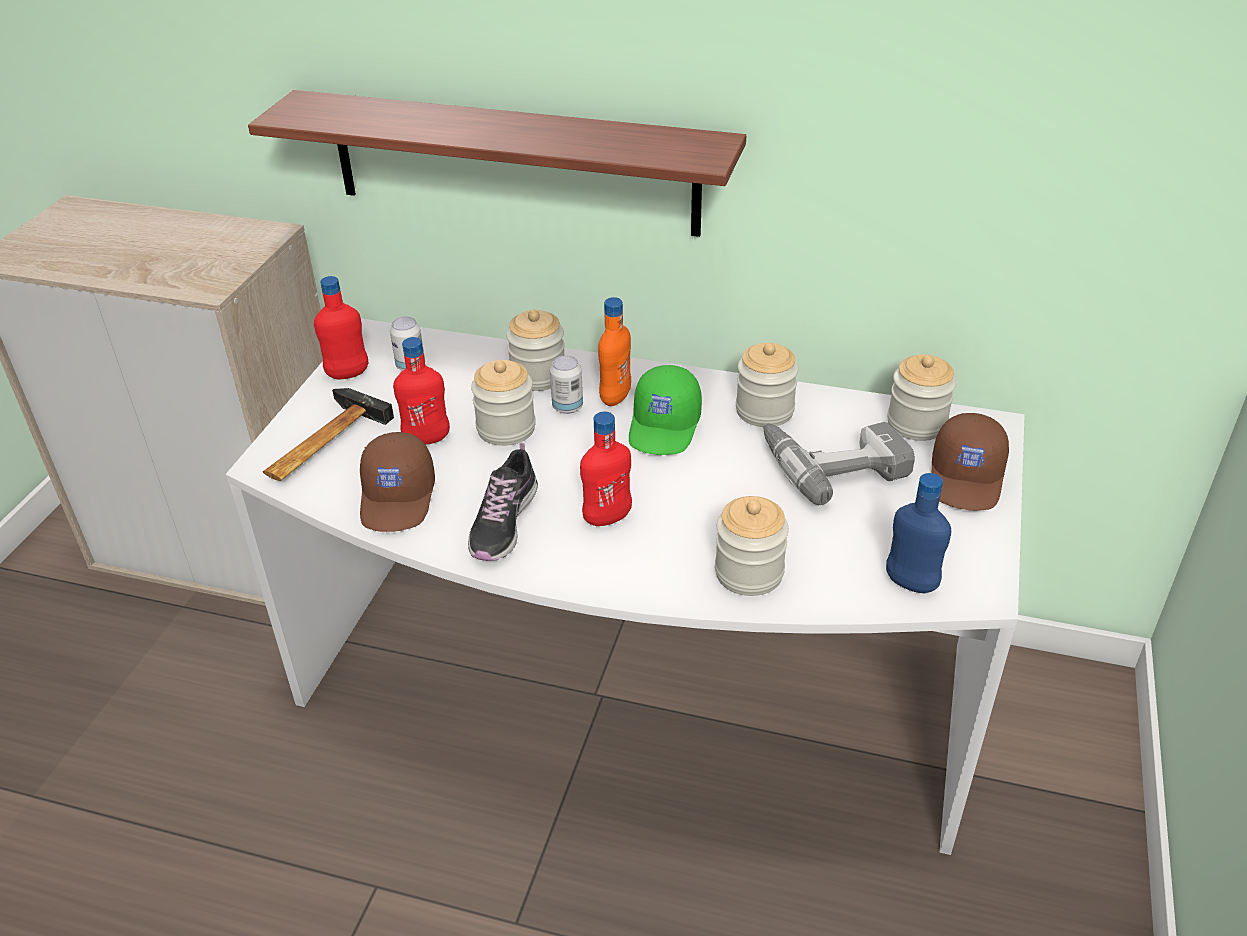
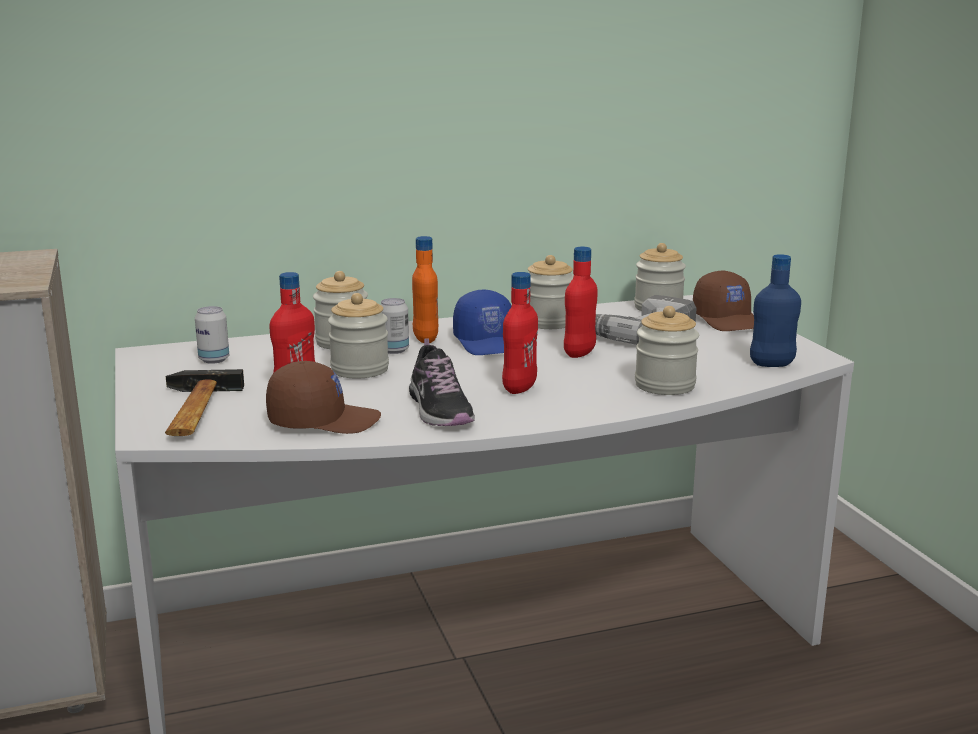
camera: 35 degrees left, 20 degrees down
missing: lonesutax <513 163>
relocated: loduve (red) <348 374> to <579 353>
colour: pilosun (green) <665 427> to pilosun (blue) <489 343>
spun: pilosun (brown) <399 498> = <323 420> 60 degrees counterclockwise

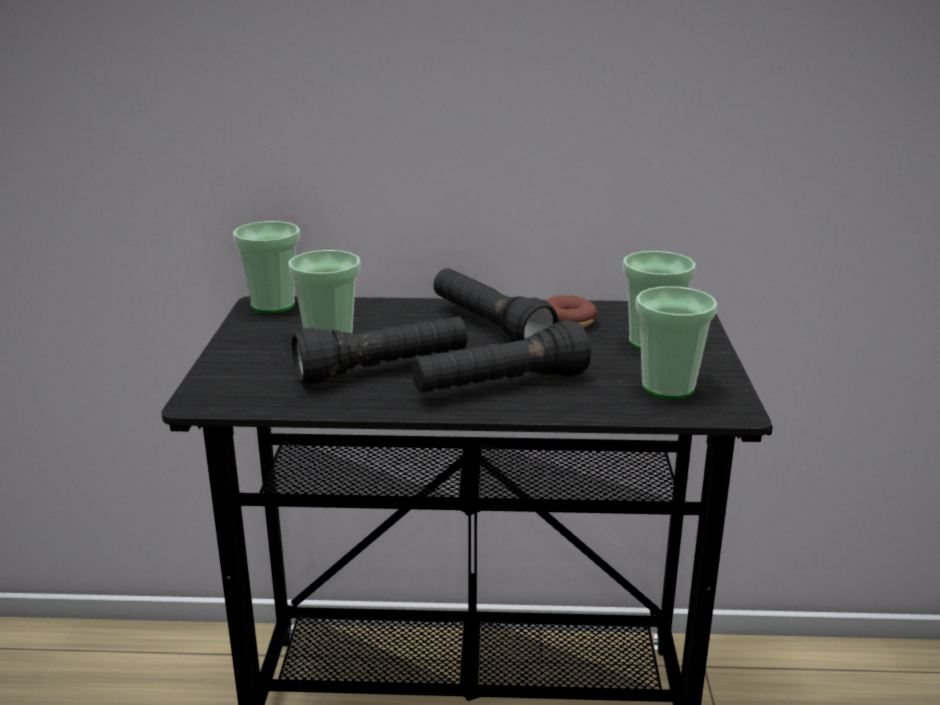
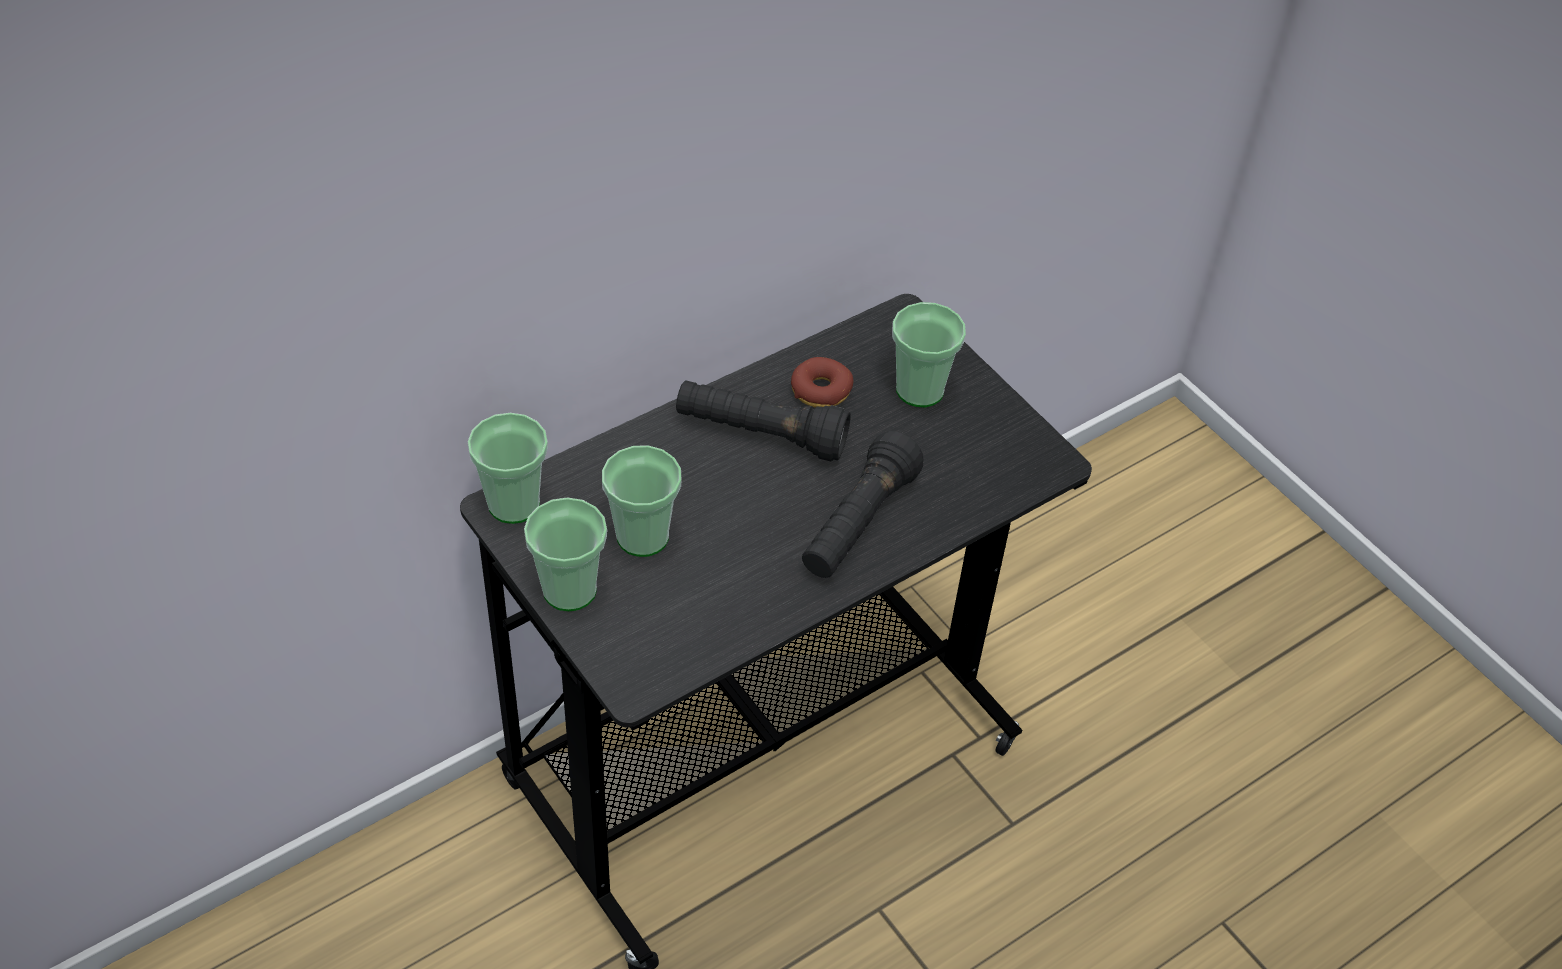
camera: 40 degrees left, 25 degrees up
missing: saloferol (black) <383 370>
relocated: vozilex <668 387> to <569 590>

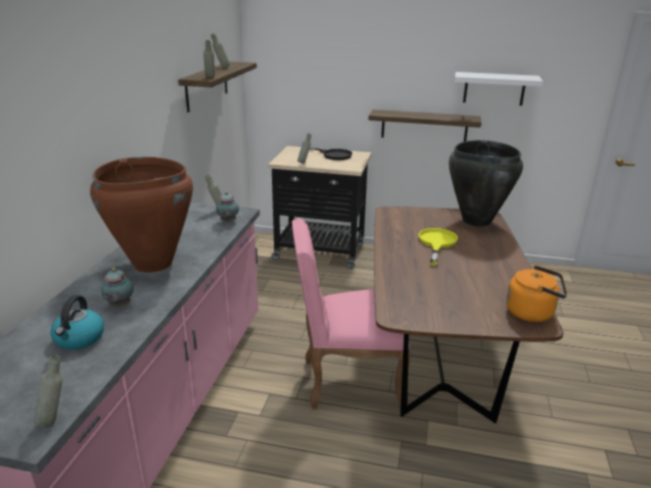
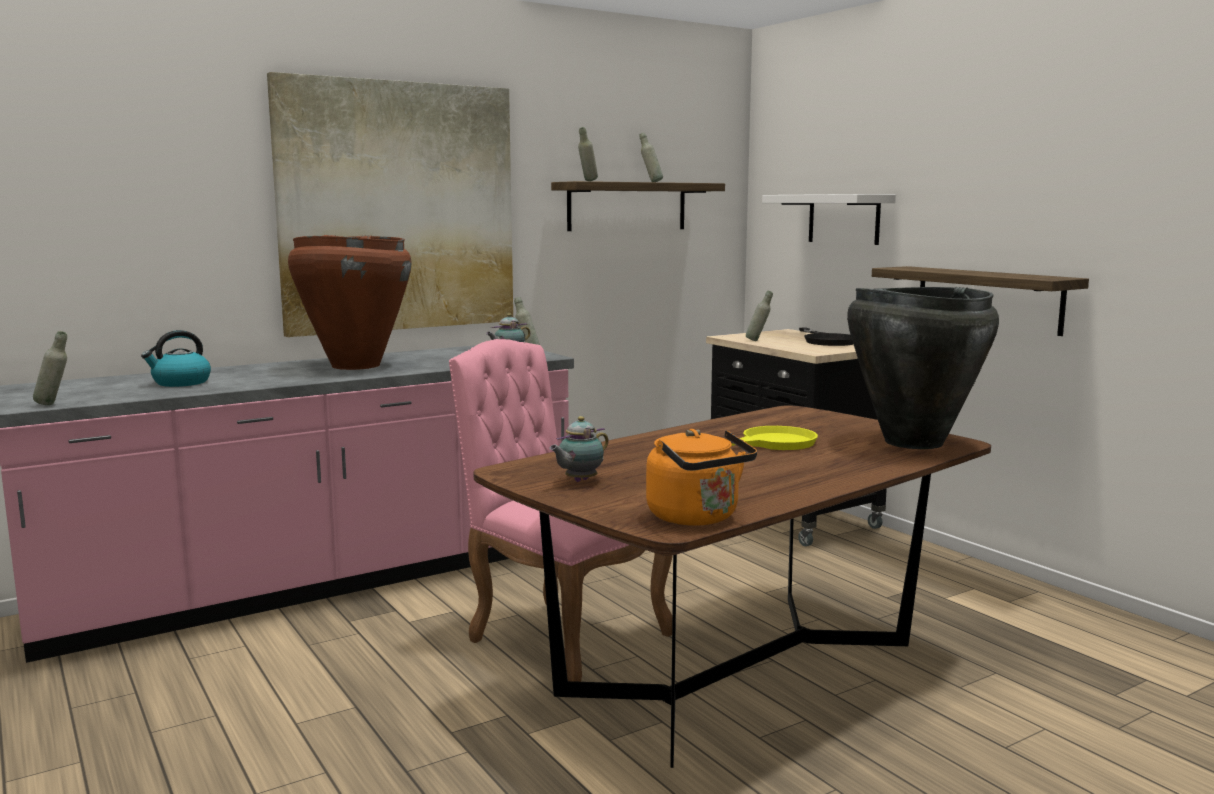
camera: 45 degrees right, 15 degrees down
appeared: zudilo <398 207>
relocated: lonesutax (white) <494 88> to <843 219>; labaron <119 306> to <579 481>

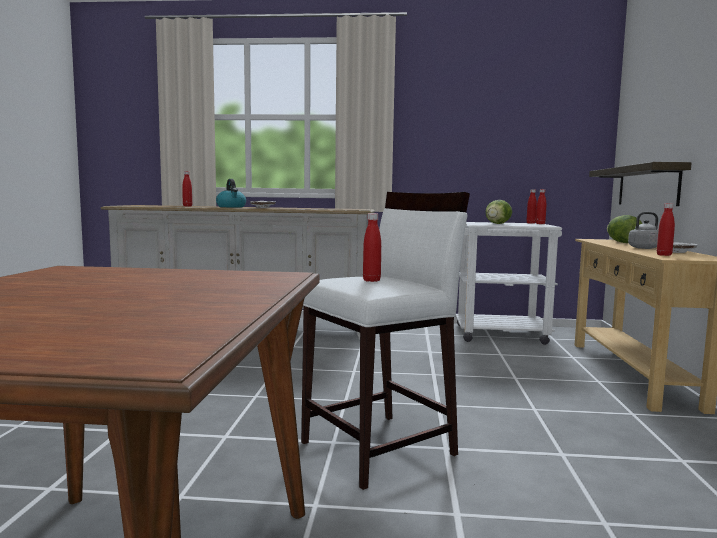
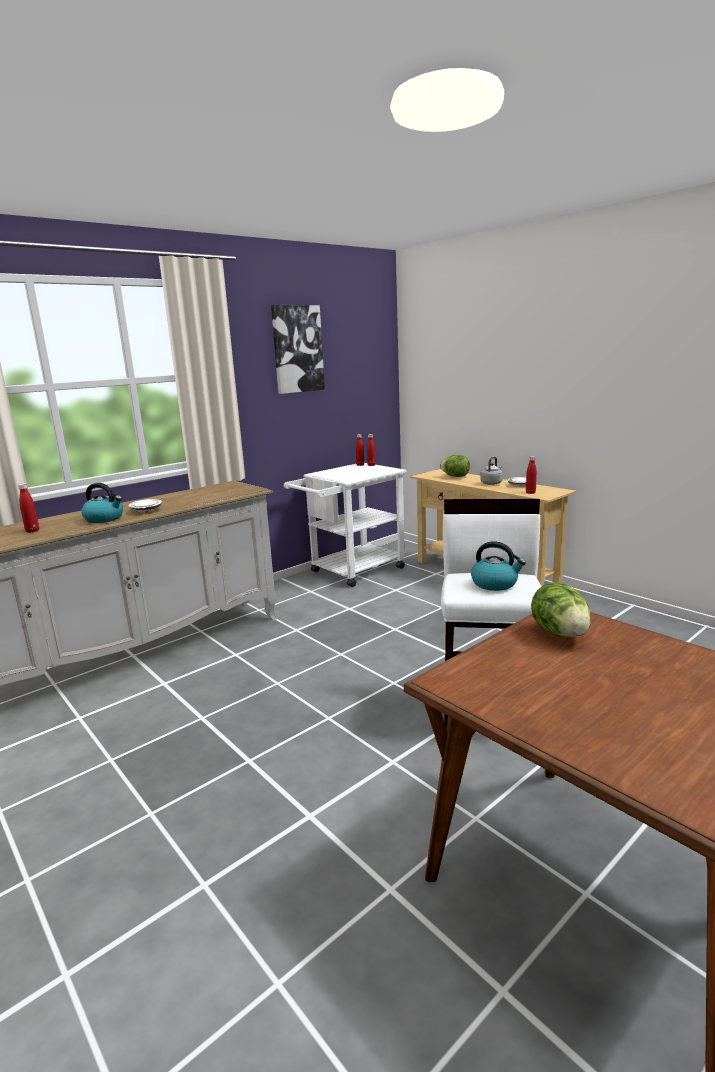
camera: 45 degrees left, 10 degrees up
missing: lonesutax <647 186>
appeared: zudilo <297 349>
relocated: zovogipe <497 224> to <560 633>
exchanged: loduve (red) <371 280> to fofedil <495 583>

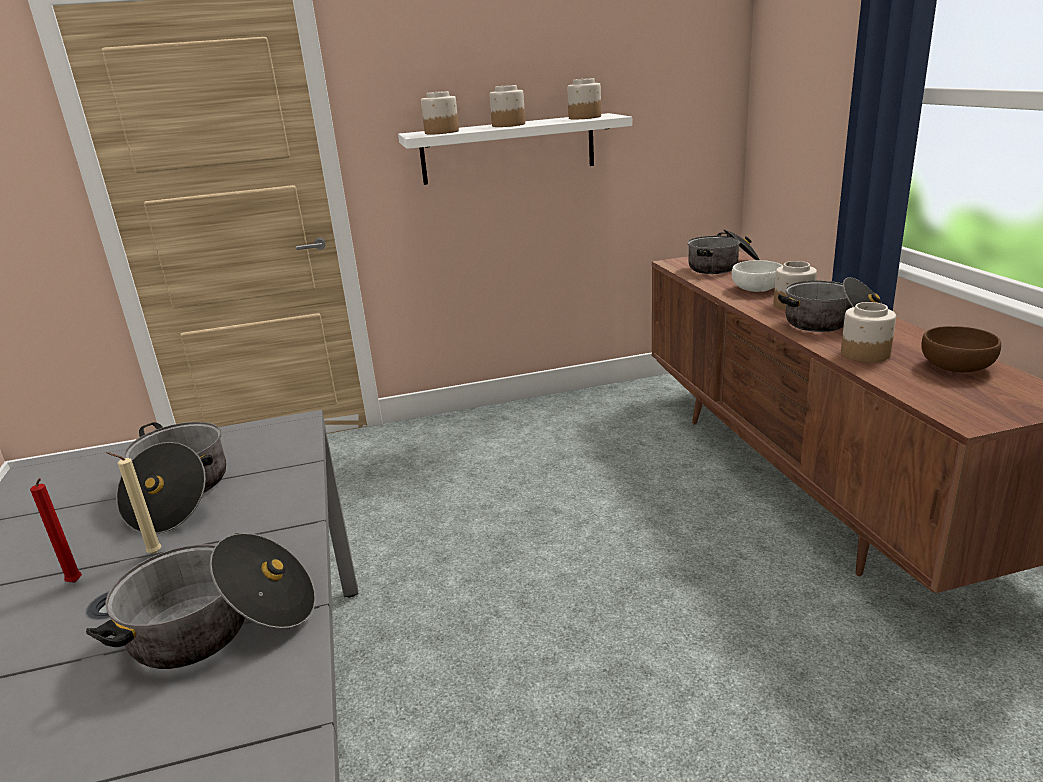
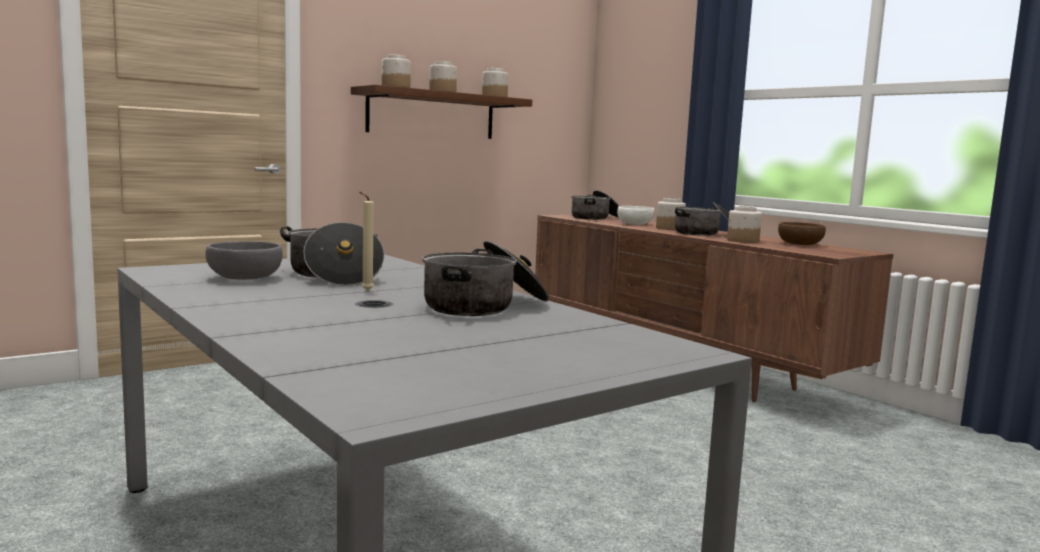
camera: 25 degrees left, 15 degrees down
missing: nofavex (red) <76 583>
appeared: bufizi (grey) <246 278>
colour: lonesutax (white) <508 149> to lonesutax (brown) <432 115>

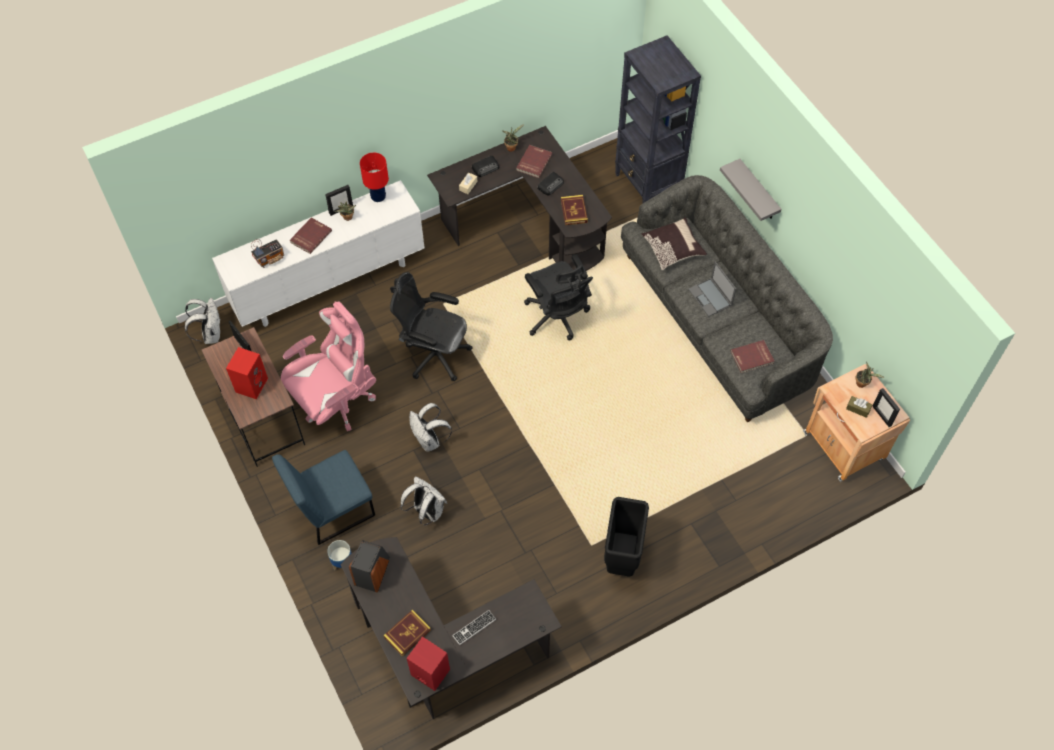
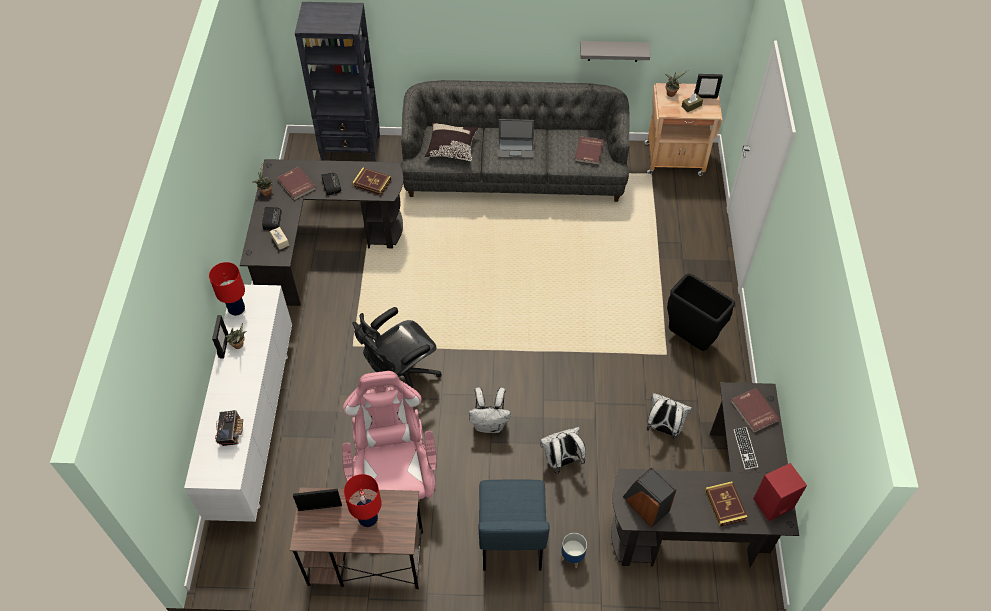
camera: 60 degrees left, 5 degrees down
missing: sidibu <557 318>
relocated: lonesutax (grey) <758 191> to <613 51>; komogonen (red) <310 236> to <754 411>; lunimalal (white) <210 334> to <663 428>
exchanged: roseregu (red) <251 384> to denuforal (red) <368 519>

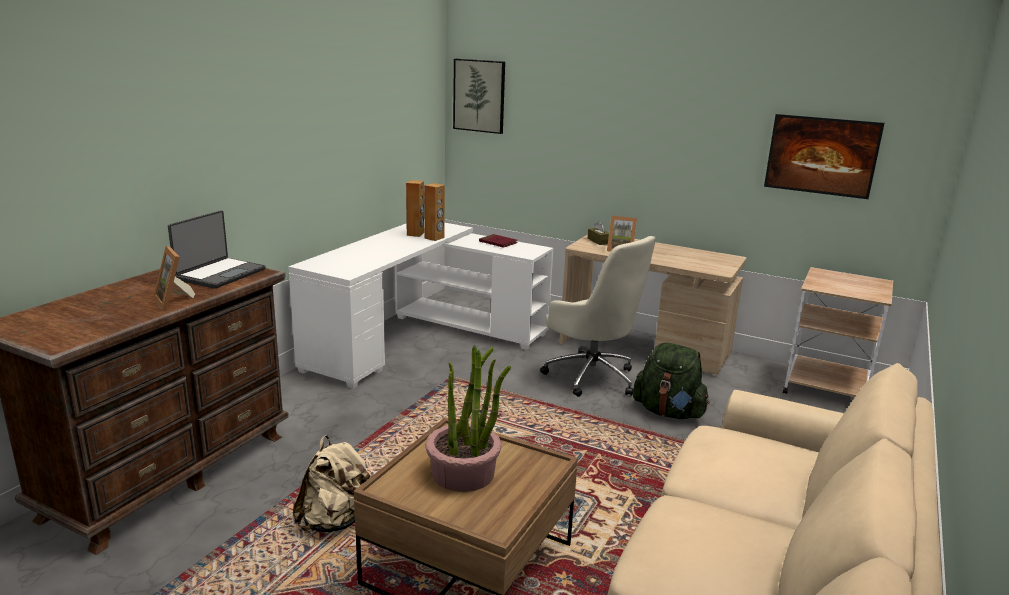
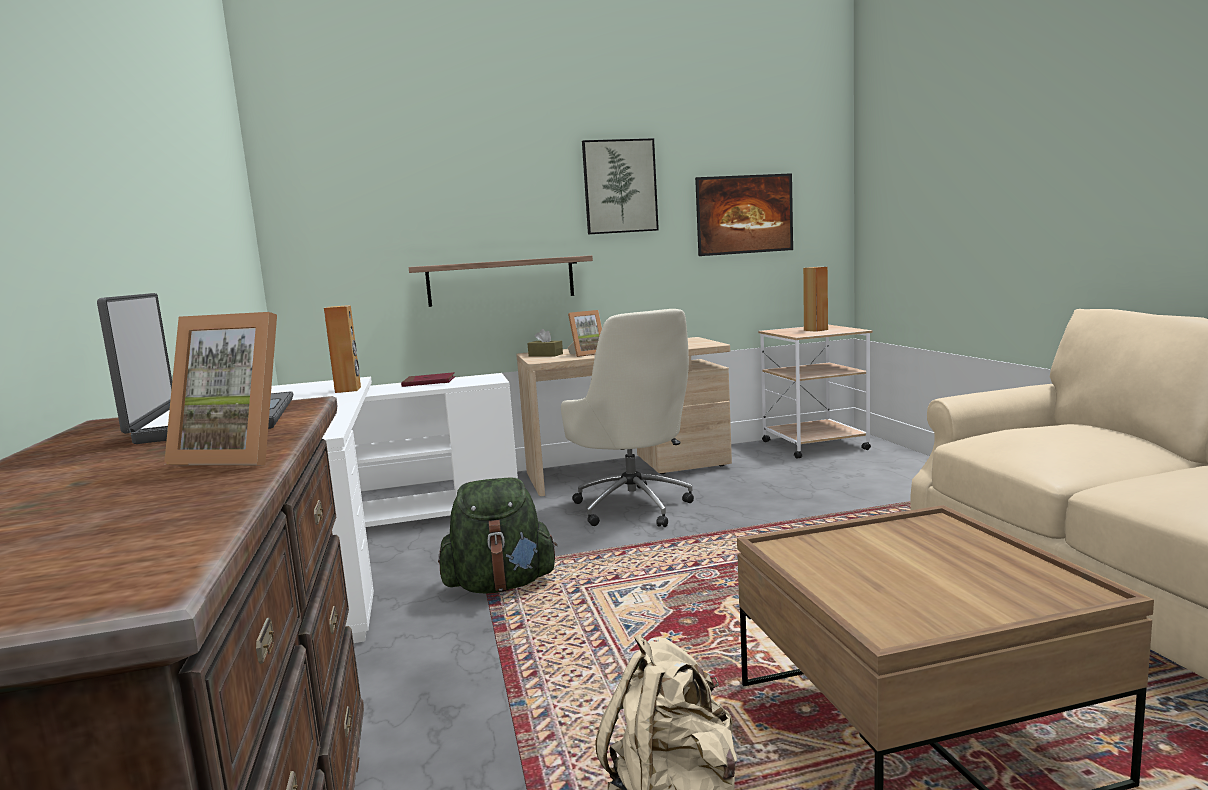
camera: 40 degrees left, 10 degrees down
missing: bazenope <464 473>
appeared: lonesutax <501 281>
relocated: zudilo <479 96> to <620 186>; roseregu (brown) <415 234> to <816 330>; lunimalal (green) <669 412> to <500 585>
spun: sidibu (beige) <592 377> = <633 508> 60 degrees clockwise

